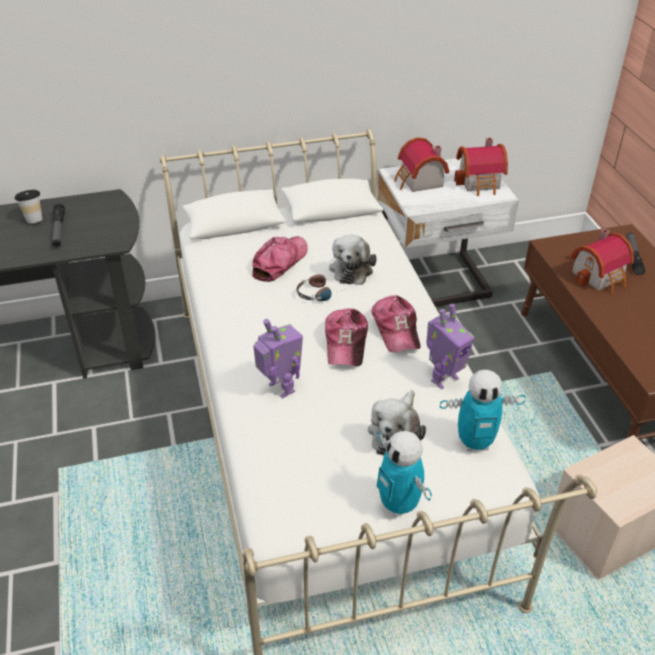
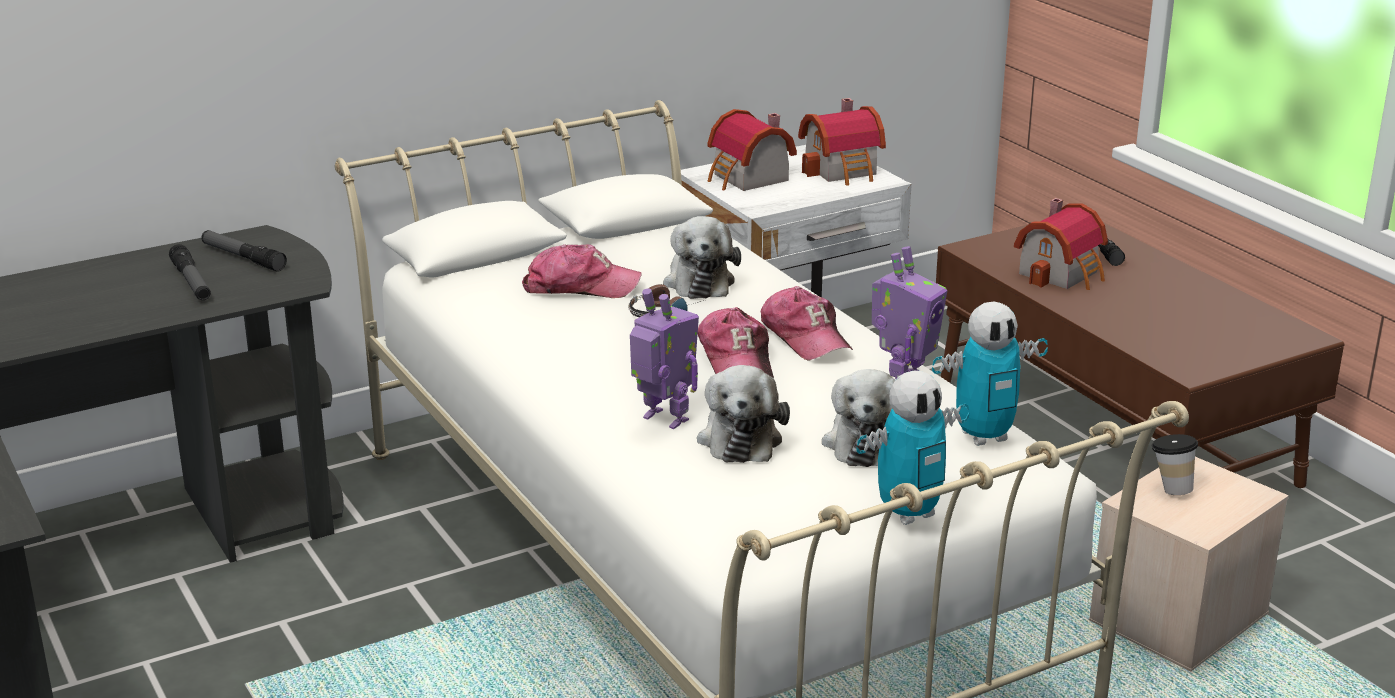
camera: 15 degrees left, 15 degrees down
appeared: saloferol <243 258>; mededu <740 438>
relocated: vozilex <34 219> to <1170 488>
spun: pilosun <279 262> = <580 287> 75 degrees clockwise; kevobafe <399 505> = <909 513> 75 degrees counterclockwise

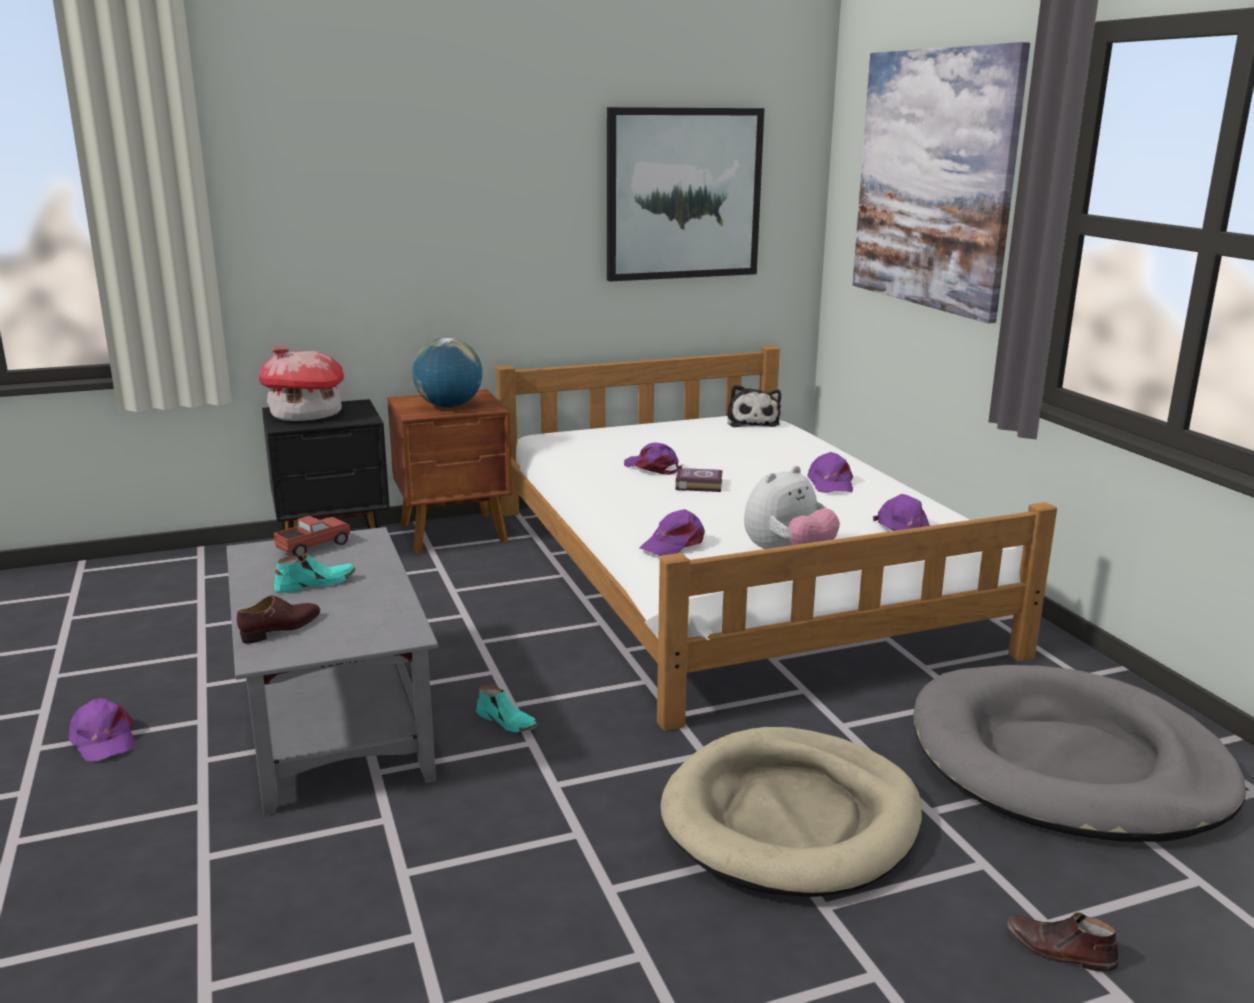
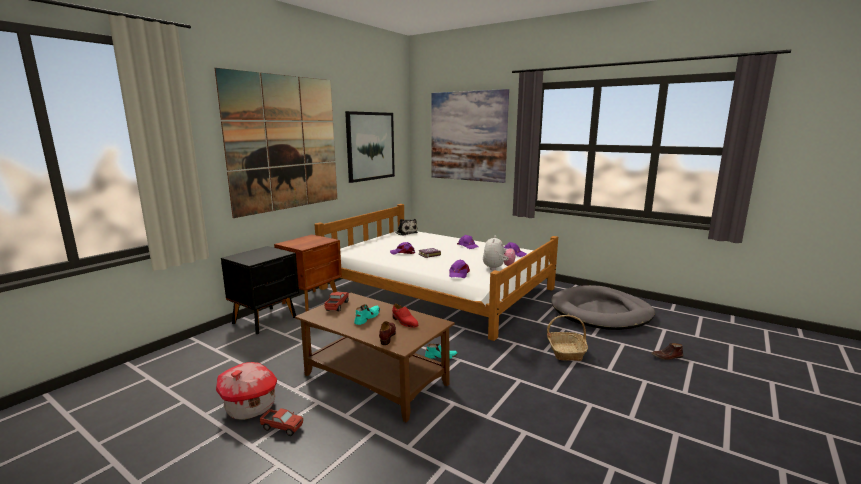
camera: 35 degrees left, 5 degrees down
missing: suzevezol <448 406>
appeared: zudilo <284 143>; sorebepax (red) <404 322>
relocated: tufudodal <305 415> to <251 407>
exchanged: pilosun (purple) <103 740> to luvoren <282 428>; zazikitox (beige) <791 819> to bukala <566 351>
colour: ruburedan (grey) <333 718> to ruburedan (brown) <374 379>

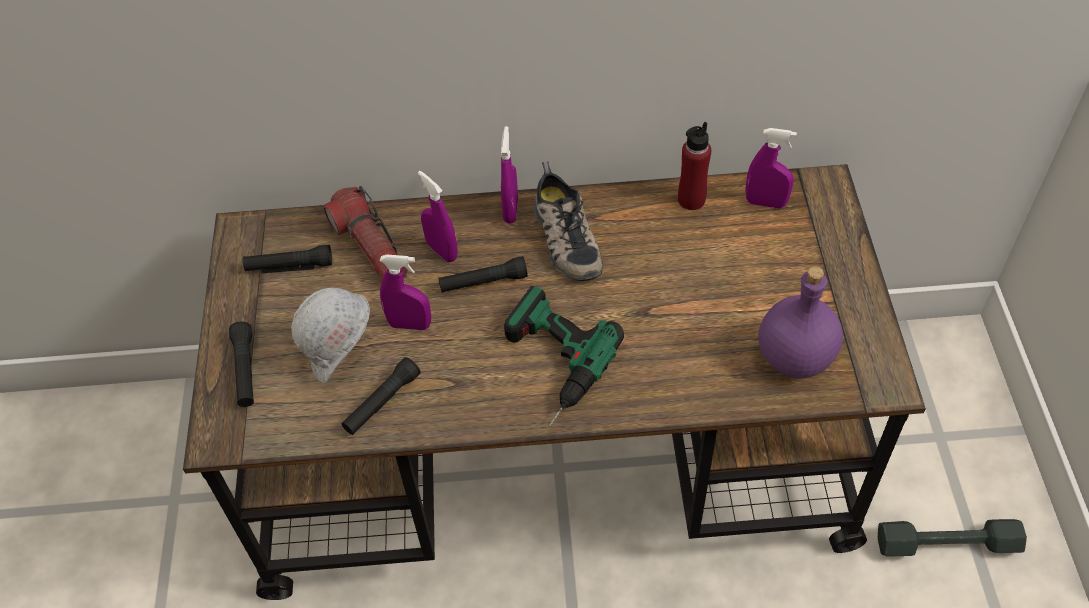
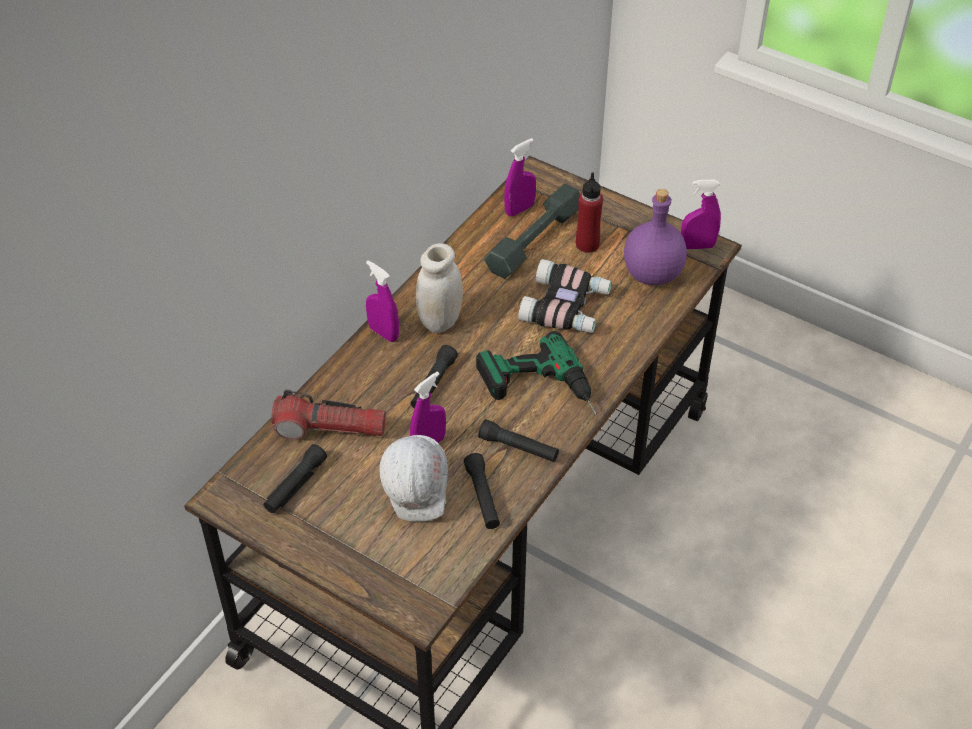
camera: 55 degrees left, 5 degrees down
appeared: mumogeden <567 307>
relocated: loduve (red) <691 200> to <587 244>; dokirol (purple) <442 251> to <697 246>; saloferol (black) <245 370> to <518 448>; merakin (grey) <947 543> to <534 240>
exchanged: sorebepax <564 238> to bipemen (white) <440 321>

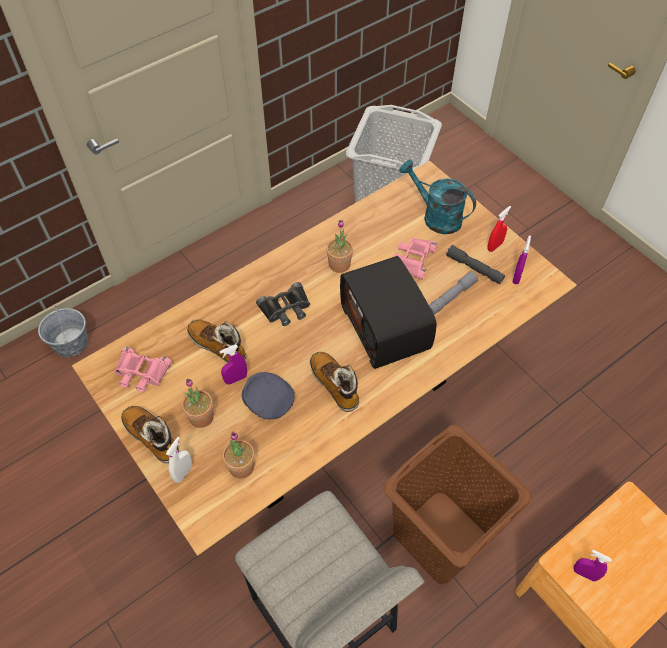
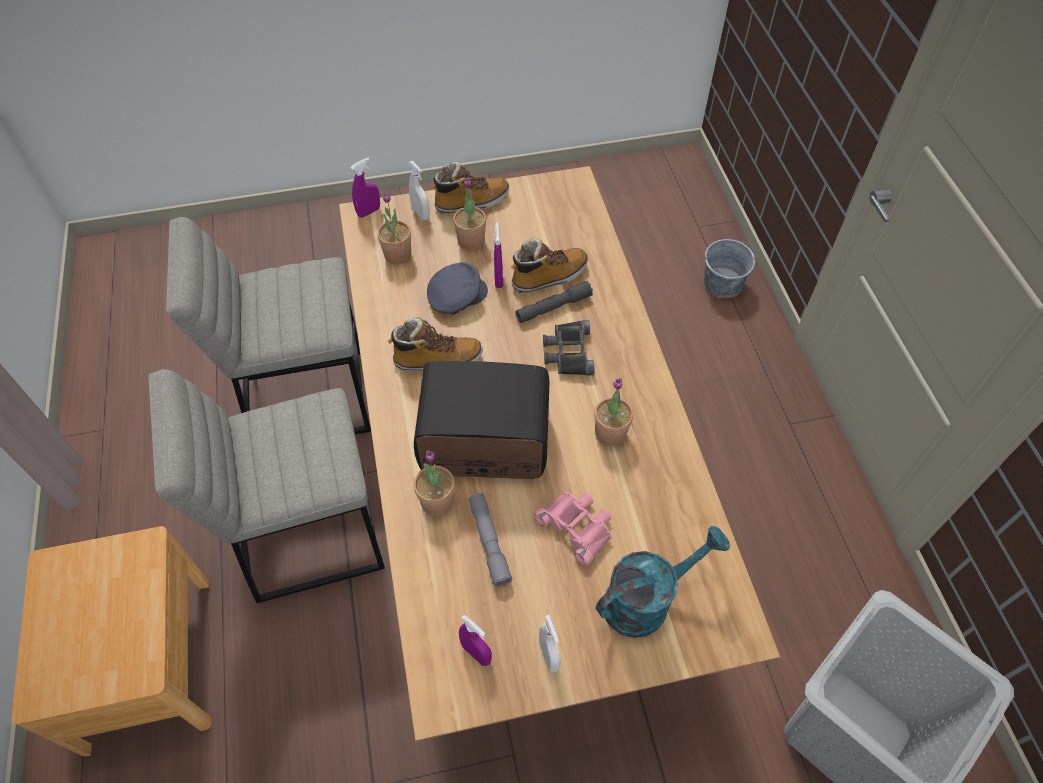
camera: 115 degrees right, 0 degrees up
missing: mumogeden (pink) <141 373>
appeared: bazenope <437 501>
relocated: saloferol (grey) <474 268> to <553 307>; dokirol (purple) <584 574> to <369 212>
exchanged: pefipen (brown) <440 536> to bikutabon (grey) <308 535>
colour: dokirol (red) <494 246> to dokirol (white) <549 656>

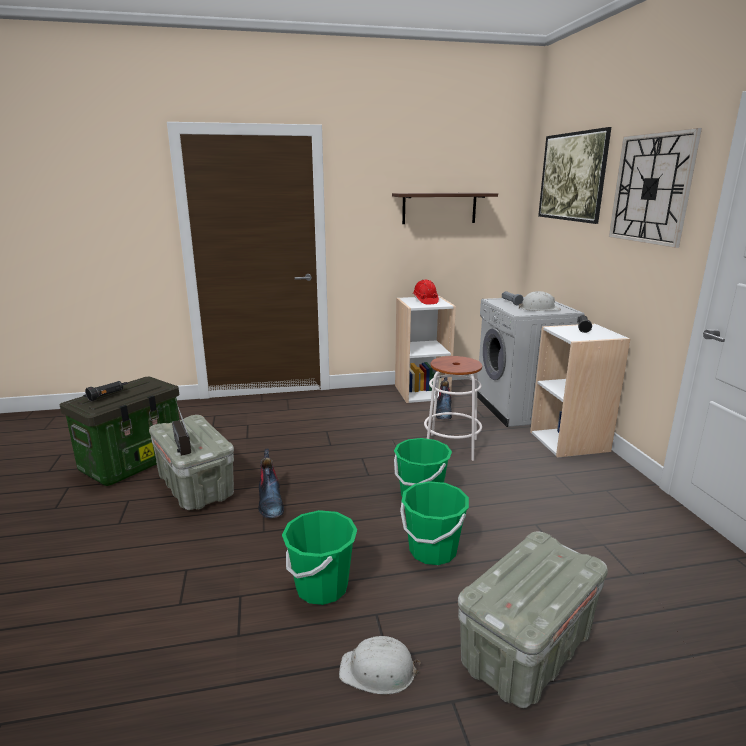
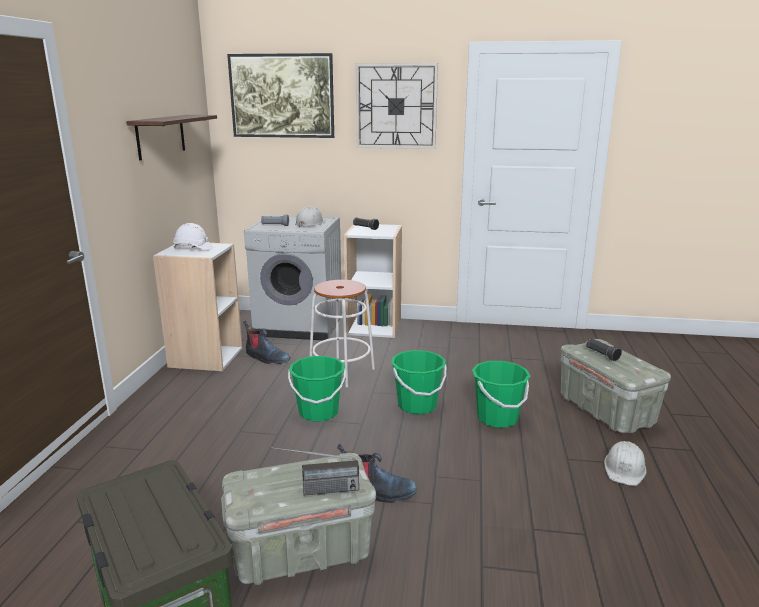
camera: 70 degrees left, 0 degrees up
relocated: saloferol (black) <106 396> to <602 355>; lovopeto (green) <321 587> to <318 412>
colour: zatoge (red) <425 301> to zatoge (white) <193 249>

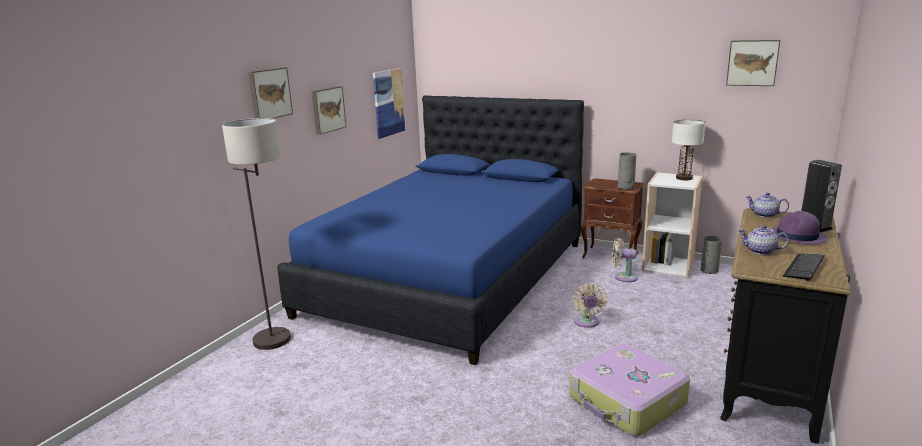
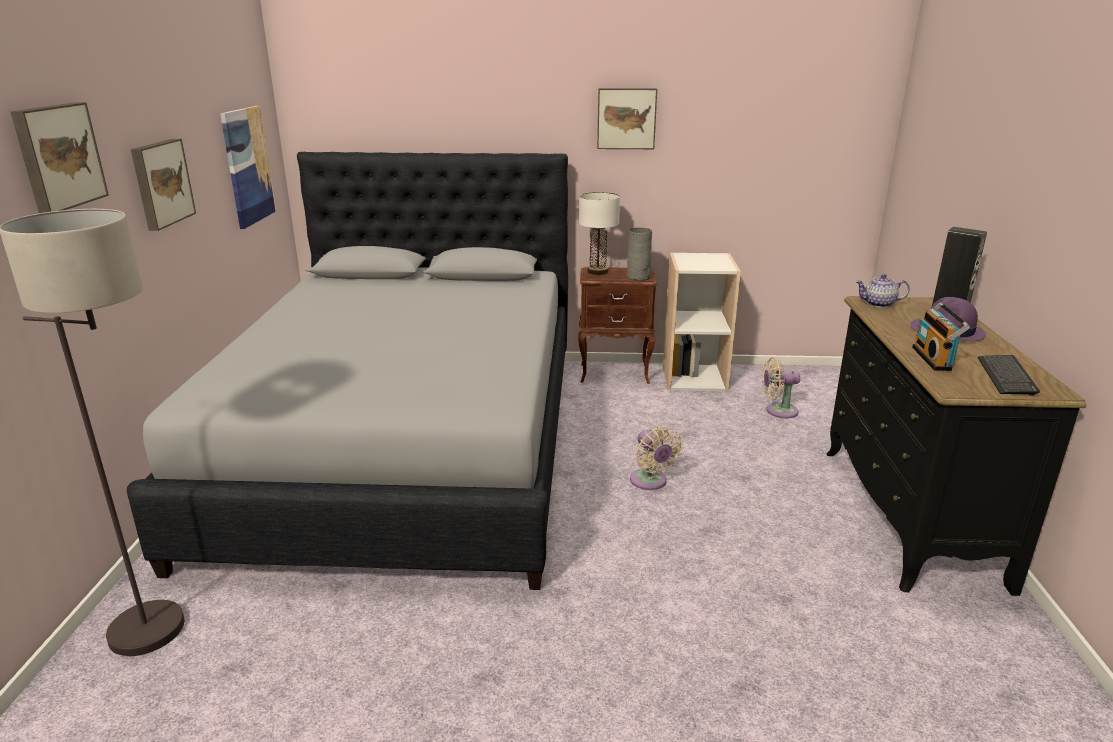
camera: 25 degrees left, 5 degrees up
missing: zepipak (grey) <708 270>; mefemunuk <627 401>
relocated: zudilo <752 63> to <626 118>; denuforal <684 178> to <597 271>; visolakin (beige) <623 277> to <778 411>
exchanged: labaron <760 251> to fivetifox <934 359>
colour: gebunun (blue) <450 277> to gebunun (grey) <409 444>

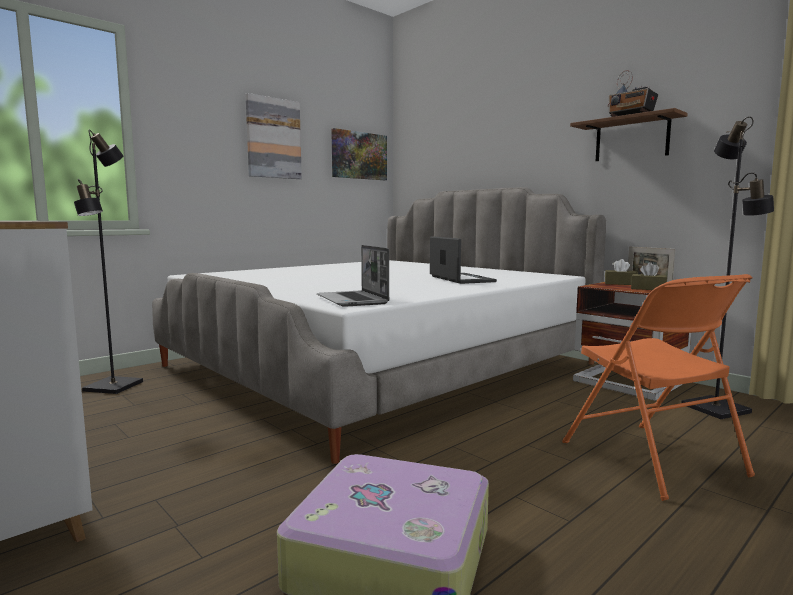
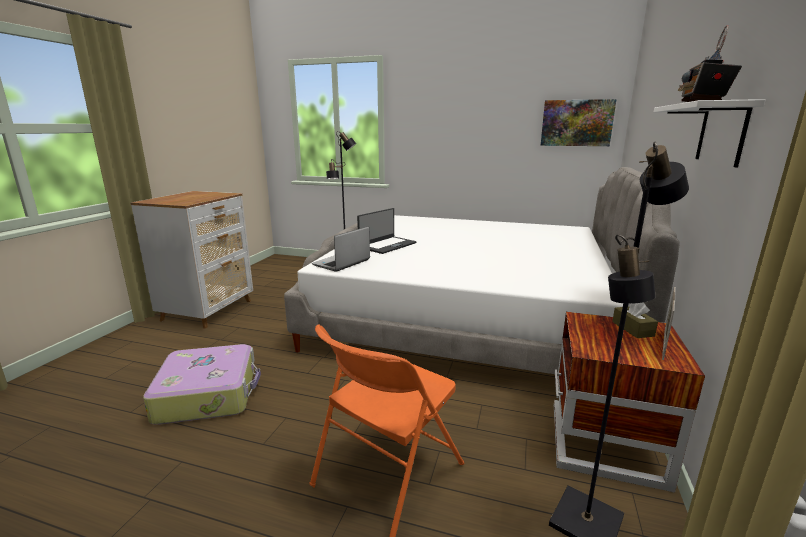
camera: 60 degrees right, 10 degrees up
missing: zudilo <273 138>; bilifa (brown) <648 289>
relocated: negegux <460 279> to <387 245>
colour: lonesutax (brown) <631 139> to lonesutax (white) <721 133>

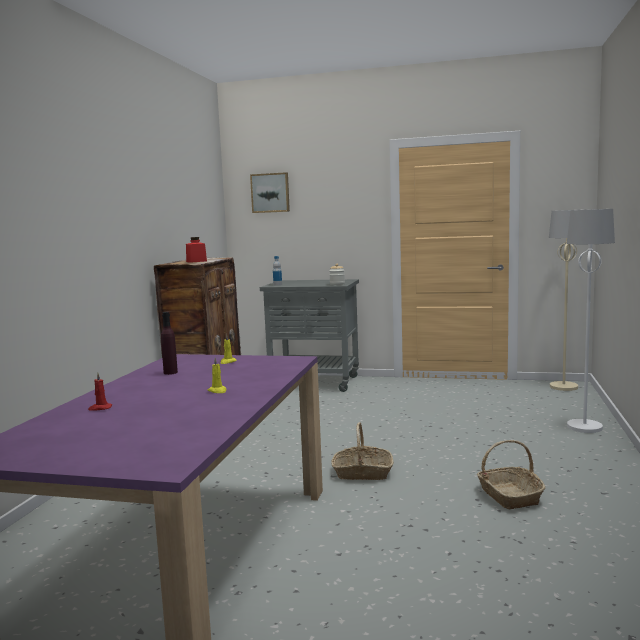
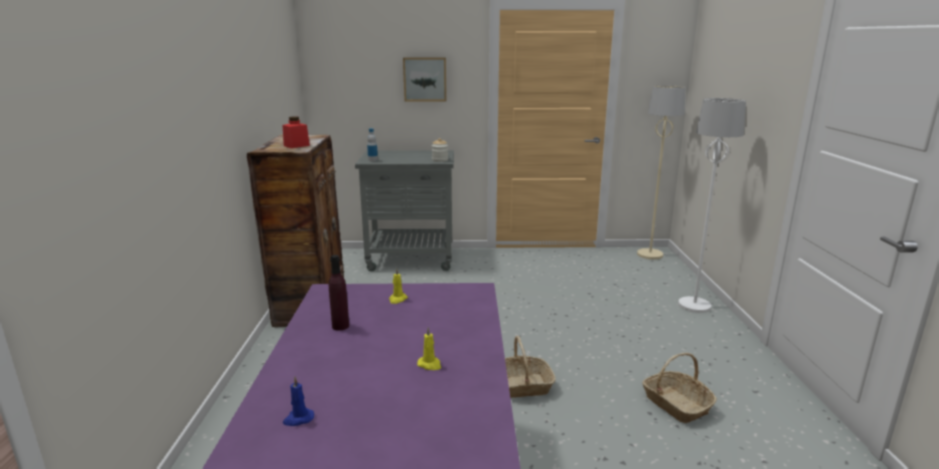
camera: 15 degrees left, 10 degrees up
relocated: zudilo <270 193> to <425 79>
colour: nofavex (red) <100 408> to nofavex (blue) <298 419>

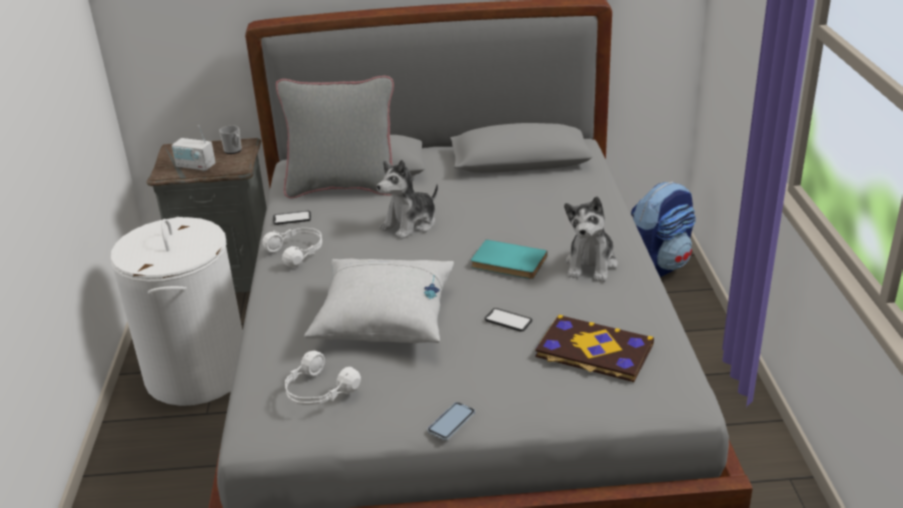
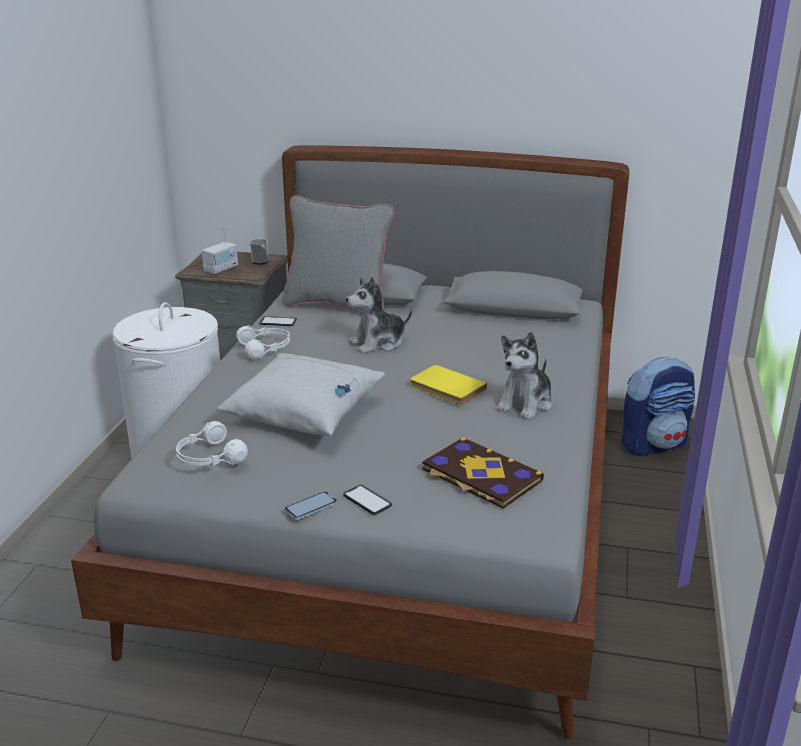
camera: 15 degrees right, 5 degrees down
relocated: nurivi <508 320> to <367 500>
colour: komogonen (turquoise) <508 263> to komogonen (yellow) <446 388>
spun: fivetifox <196 166> = <221 269> 90 degrees counterclockwise

